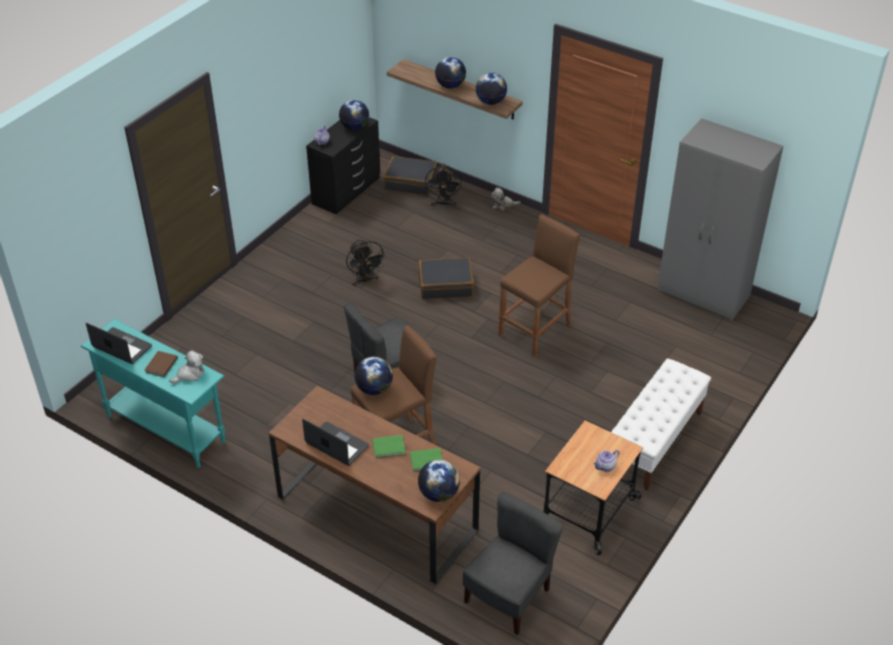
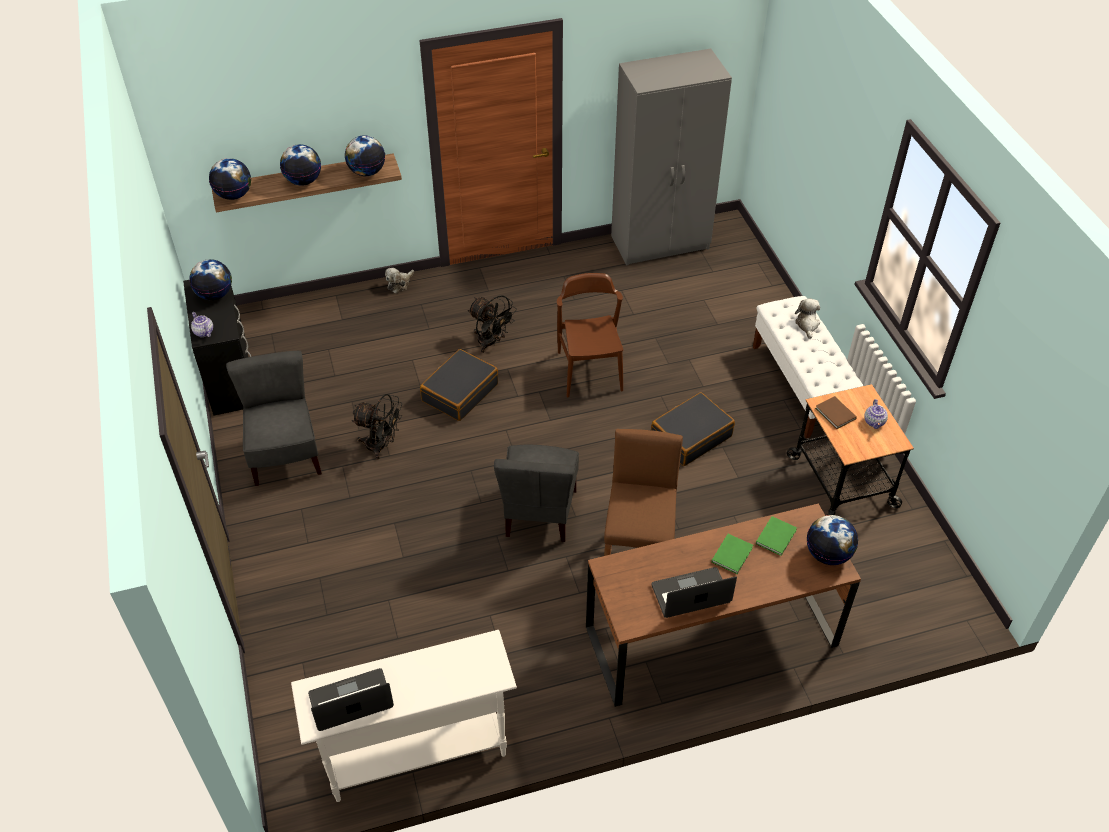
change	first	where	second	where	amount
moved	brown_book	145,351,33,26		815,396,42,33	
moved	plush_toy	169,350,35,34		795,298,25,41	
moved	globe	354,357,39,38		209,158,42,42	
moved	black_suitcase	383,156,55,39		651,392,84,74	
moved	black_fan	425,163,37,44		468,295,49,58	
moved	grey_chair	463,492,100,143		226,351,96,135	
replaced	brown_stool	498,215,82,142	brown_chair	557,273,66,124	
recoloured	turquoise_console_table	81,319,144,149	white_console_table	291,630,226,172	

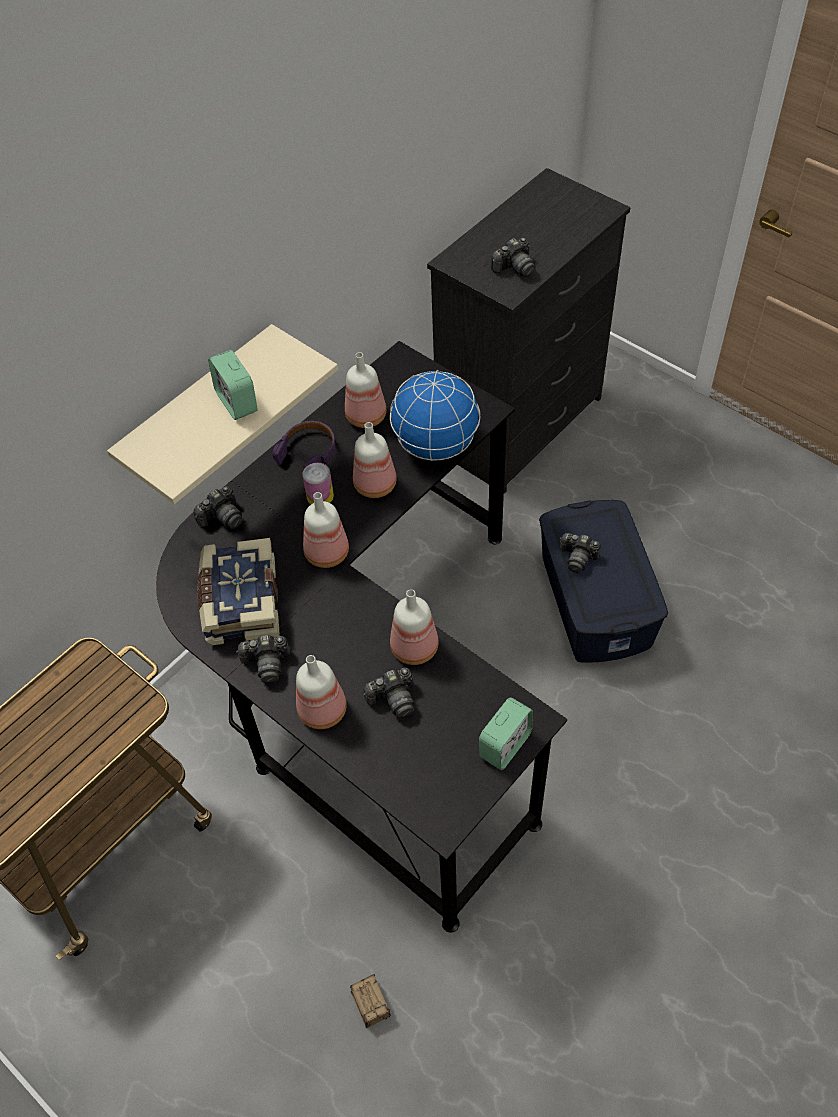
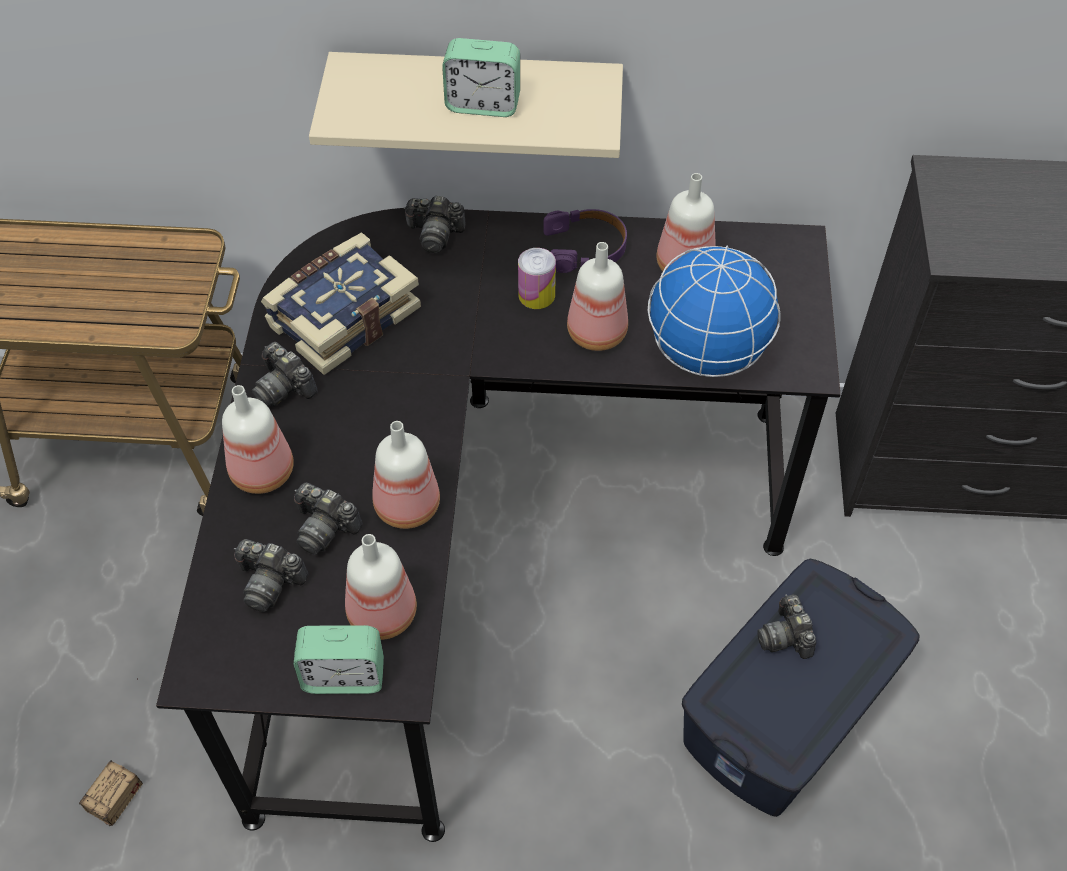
change	first	where	second	where	amount
moved	bottle	303,492,46,76		345,534,72,106	
moved	photo_camera	491,237,45,41		234,539,75,73	
turned	alarm_clock	208,350,49,70		442,38,78,79	105 degrees counterclockwise

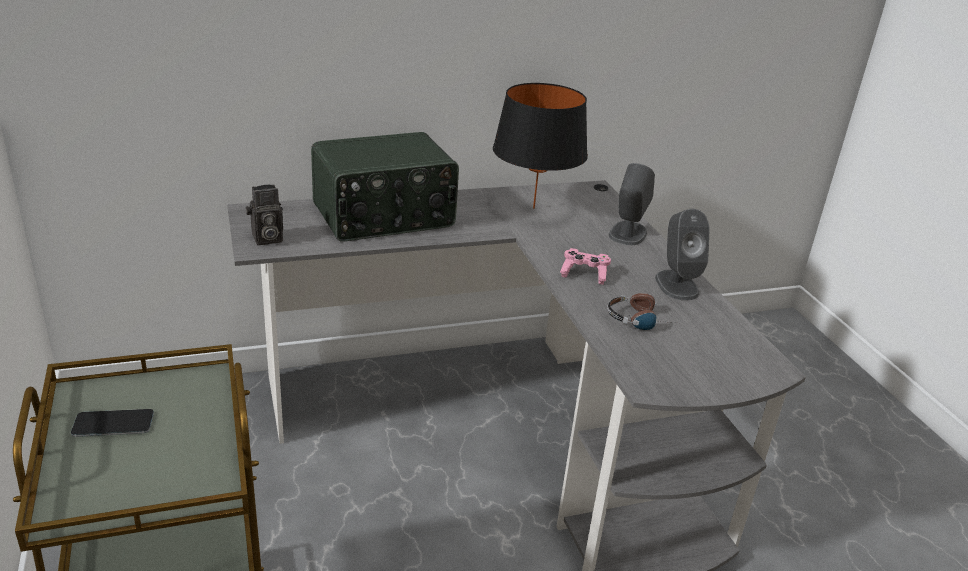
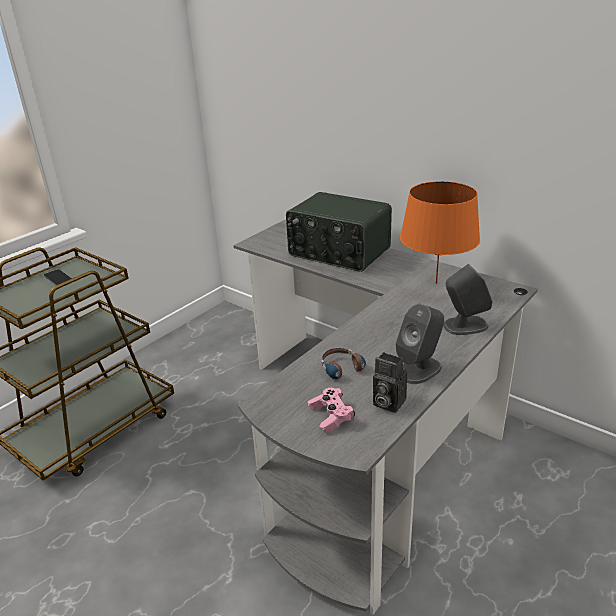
change	first	where	second	where	amount
moved	photo_camera	246,184,37,61		373,352,34,61	
moved	pink_game_controller	560,248,51,37		308,388,47,45	
recoloured	black_table_lamp	493,83,95,126	orange_table_lamp	400,181,80,103	

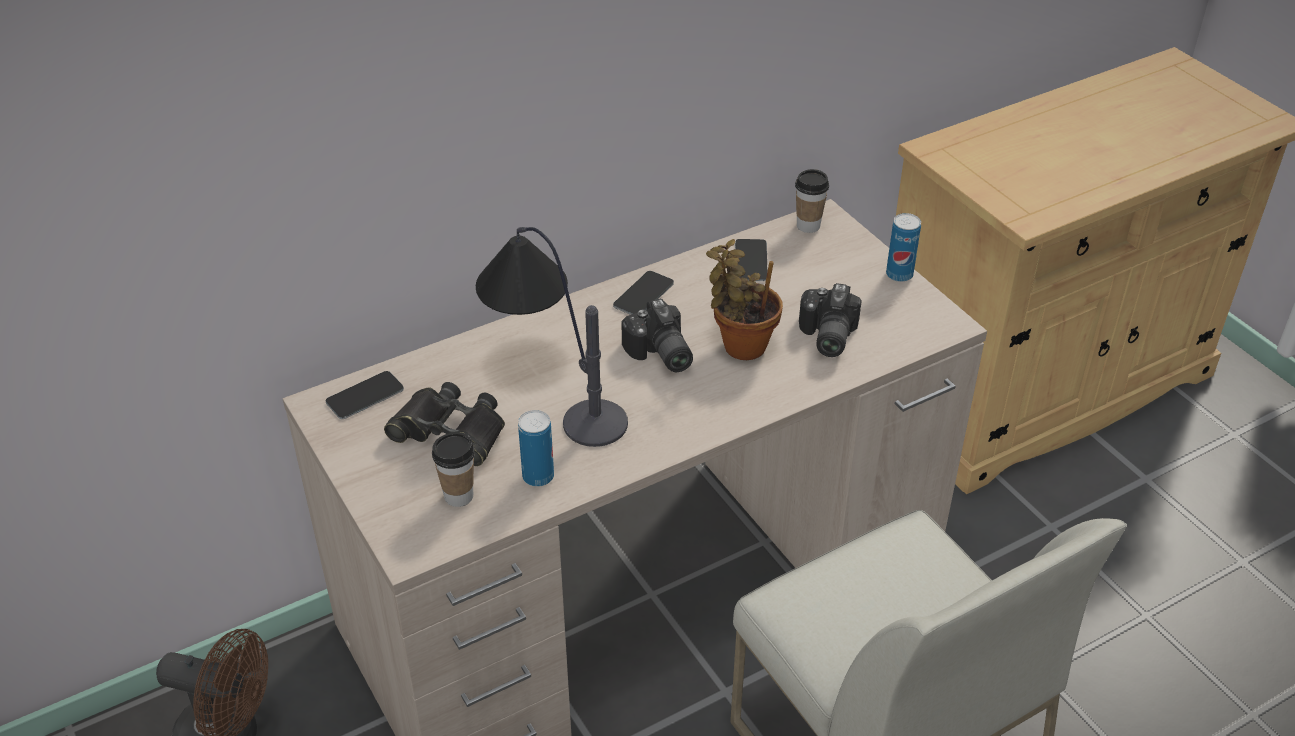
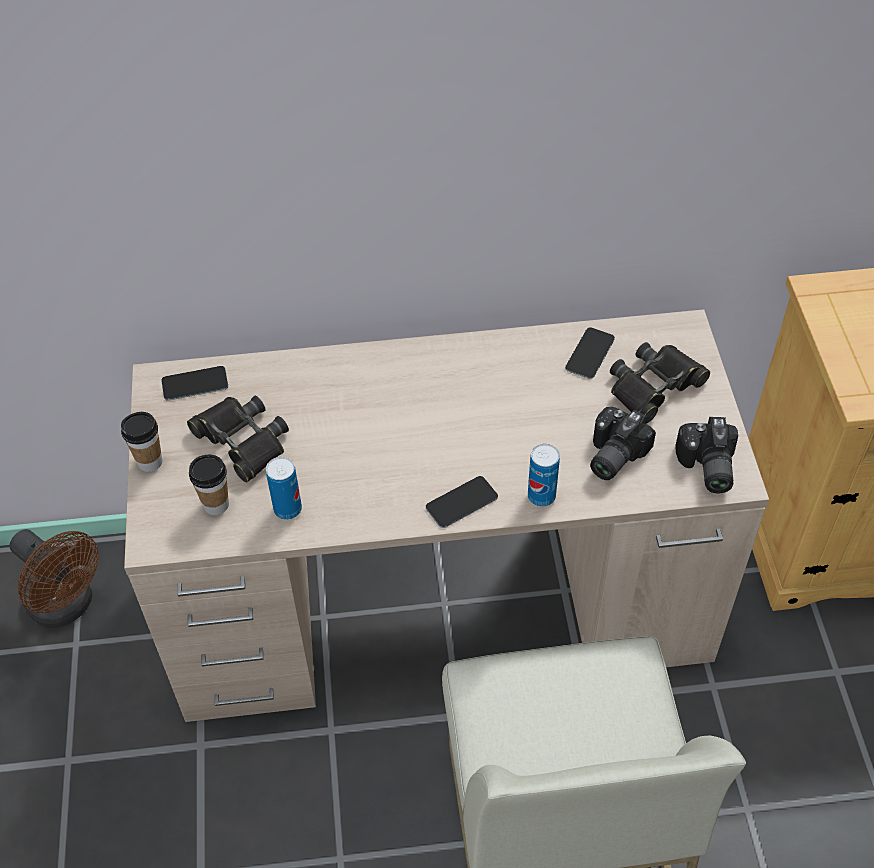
change	first	where	second	where	amount
removed	table_lamp	476,227,152,220			
removed	potted_plant	706,239,77,121			
added			black_binoculars	610,342,100,82	
moved	phone	613,271,61,44		426,476,72,52	
moved	photo_camera	622,298,71,74		675,417,63,76	
moved	cup	795,169,34,64		121,412,41,60	
moved	can	886,213,35,69		528,444,32,63	

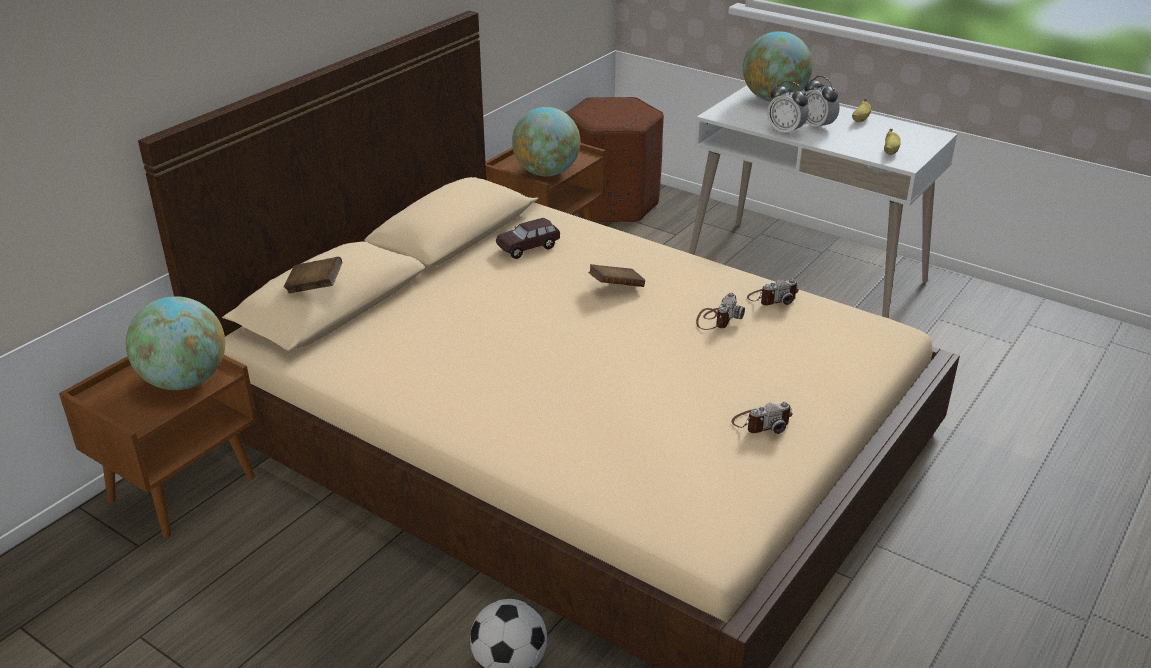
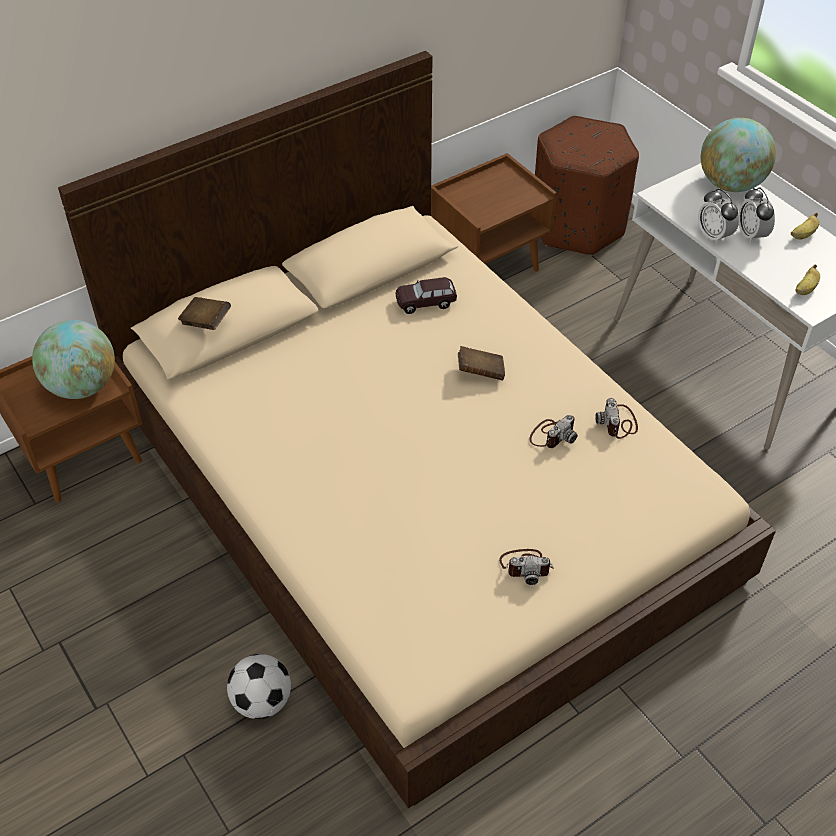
change	first	where	second	where	amount
removed	globe	512,107,68,69			
turned	photo_camera	747,279,52,26		595,398,43,41	90 degrees clockwise

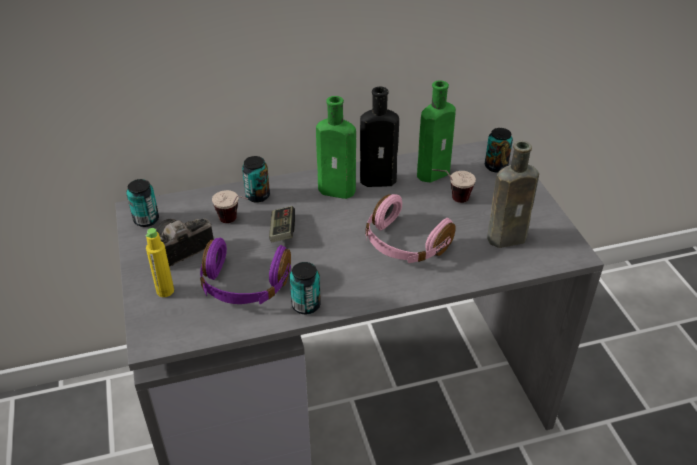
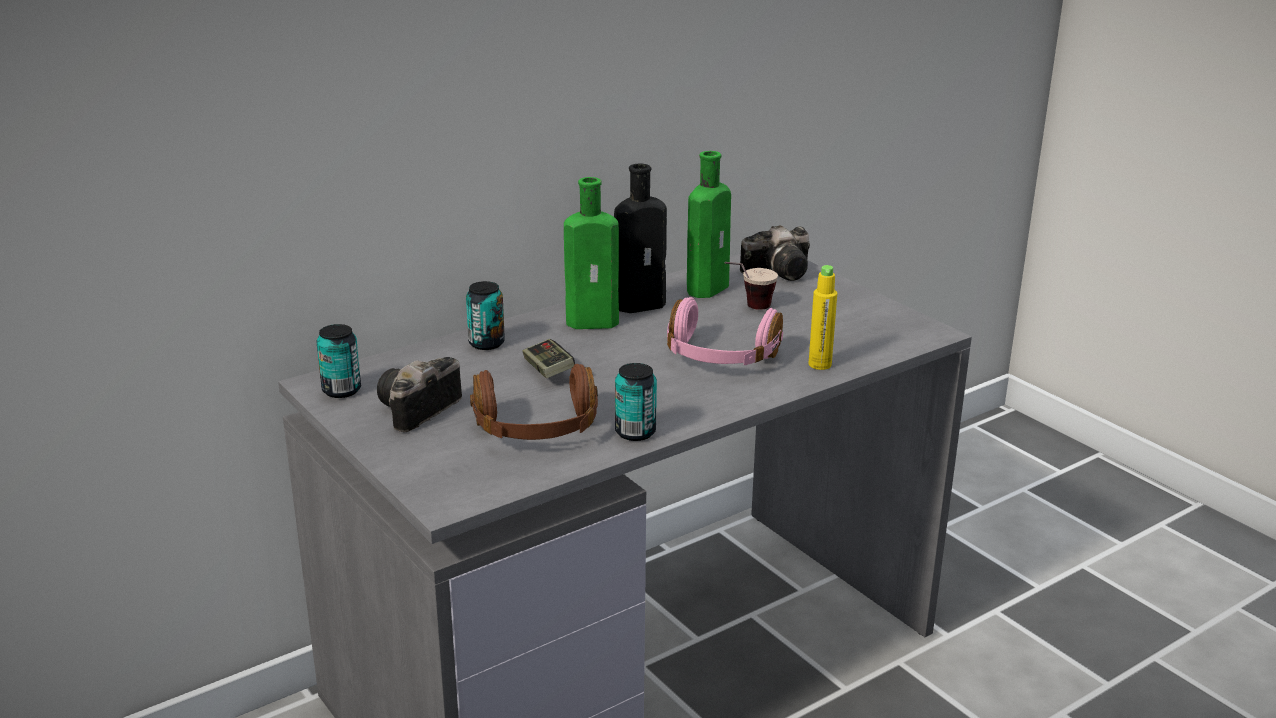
change	first	where	second	where	amount
removed	cup	212,190,37,33			
removed	brown_bottle	487,141,52,107			
moved	yellow_bottle	146,228,28,69		809,265,28,105	
replaced	can	485,128,28,45	photo_camera	740,225,70,56	
recoloured	purple_headphones	200,238,91,66	brown_headphones	470,364,128,76	

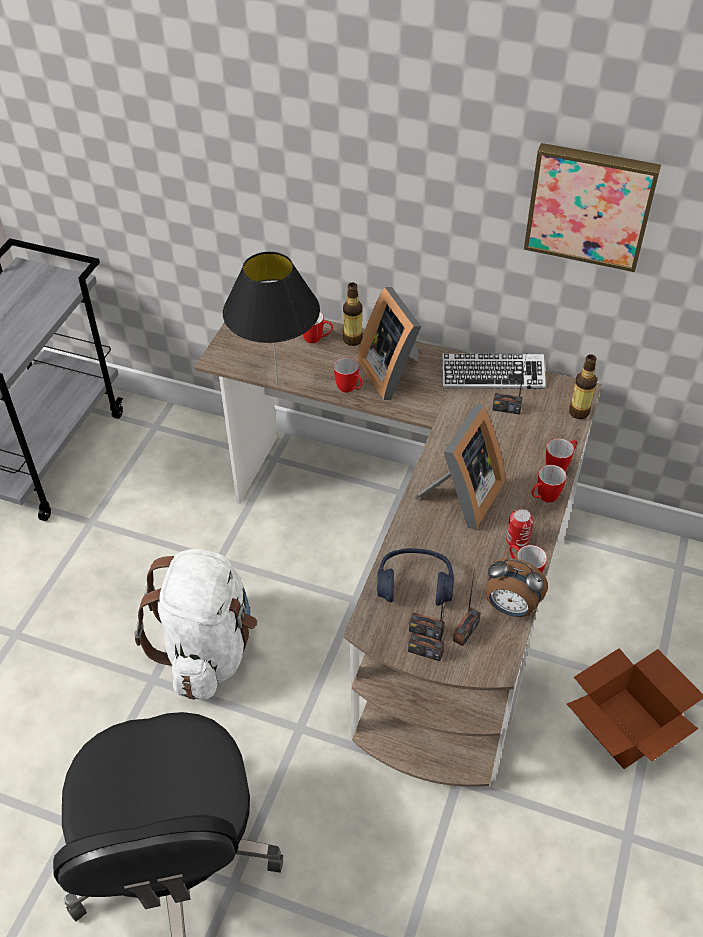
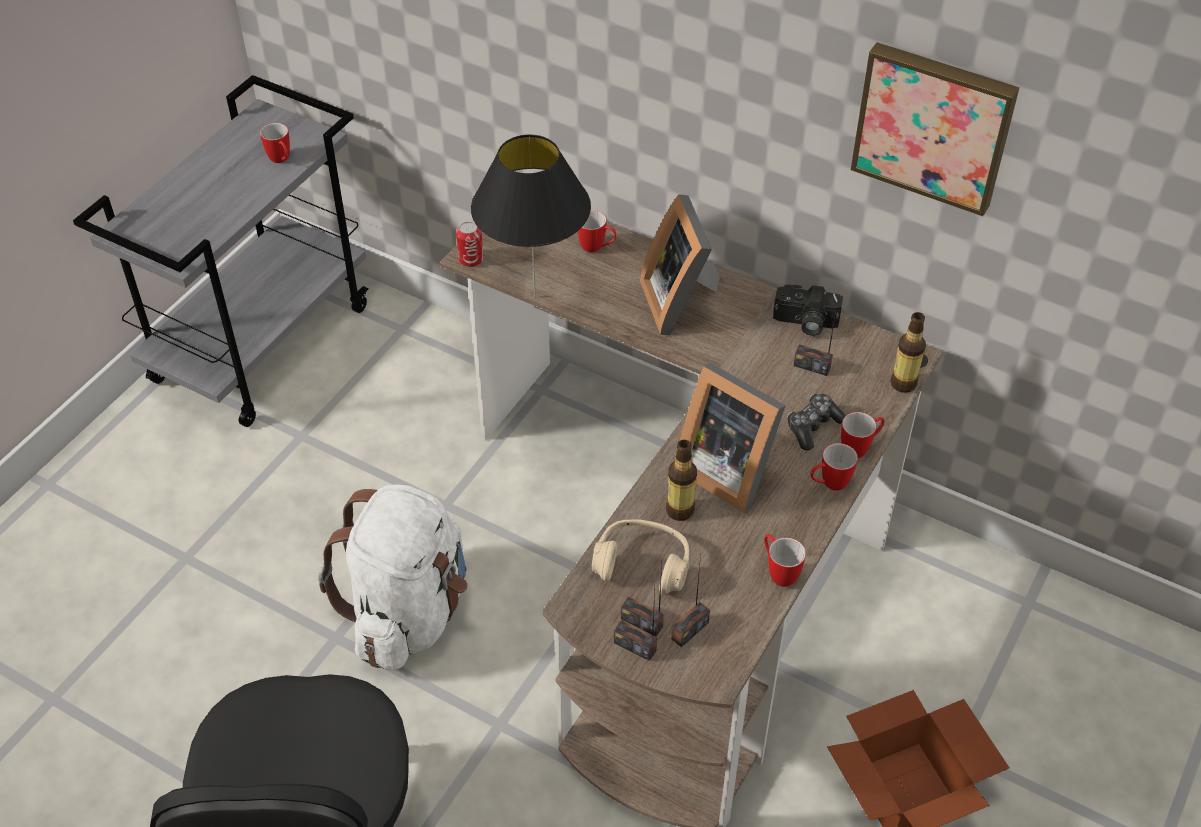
change	first	where	second	where	amount
removed	alarm_clock	486,558,62,59			
added			game_controller	787,394,59,56	
moved	mug	334,357,29,36		260,123,30,40	
moved	bottle	343,283,20,63		666,440,31,81	
moved	can	506,509,28,40		456,222,28,45	
replaced	keyboard	442,353,104,36	photo_camera	773,284,70,52	
recoloured	blue_headphones	377,548,77,58	beige_headphones	592,519,97,75	
turned	picture_frame	415,404,90,125		679,363,107,150	90 degrees clockwise

